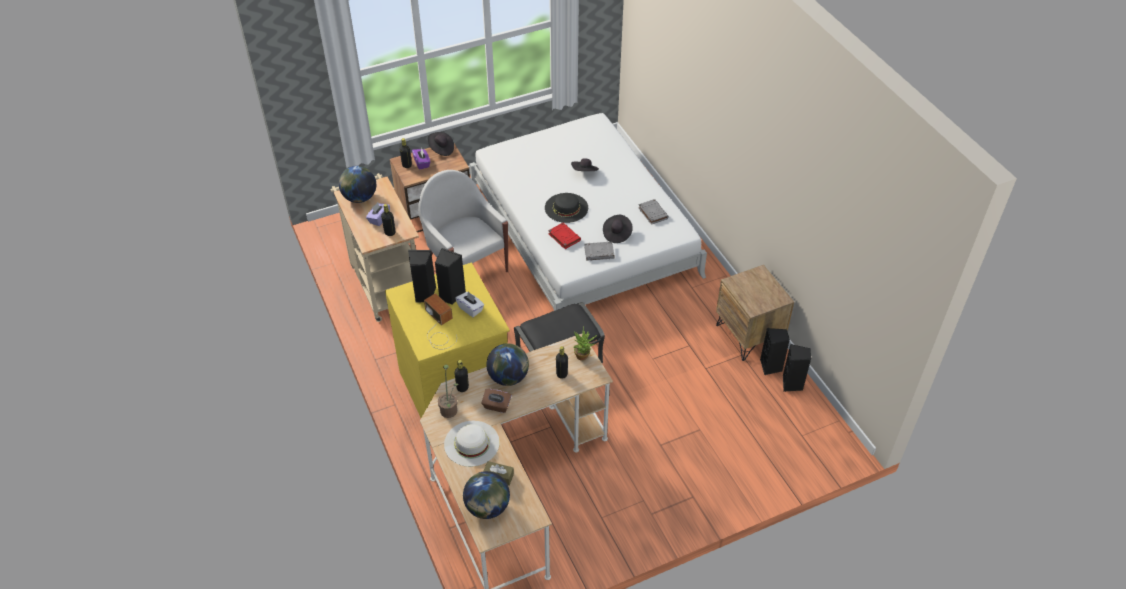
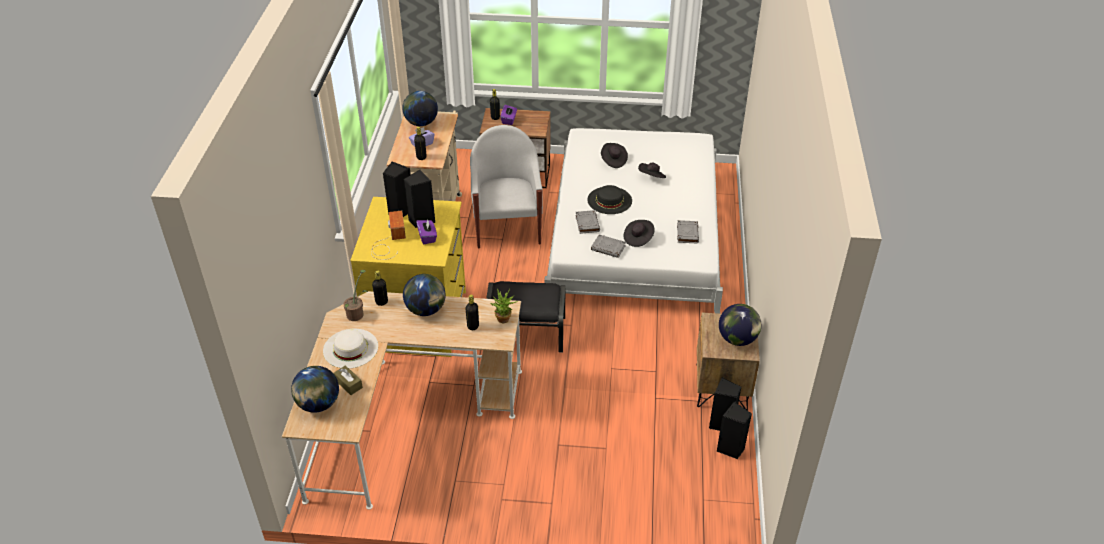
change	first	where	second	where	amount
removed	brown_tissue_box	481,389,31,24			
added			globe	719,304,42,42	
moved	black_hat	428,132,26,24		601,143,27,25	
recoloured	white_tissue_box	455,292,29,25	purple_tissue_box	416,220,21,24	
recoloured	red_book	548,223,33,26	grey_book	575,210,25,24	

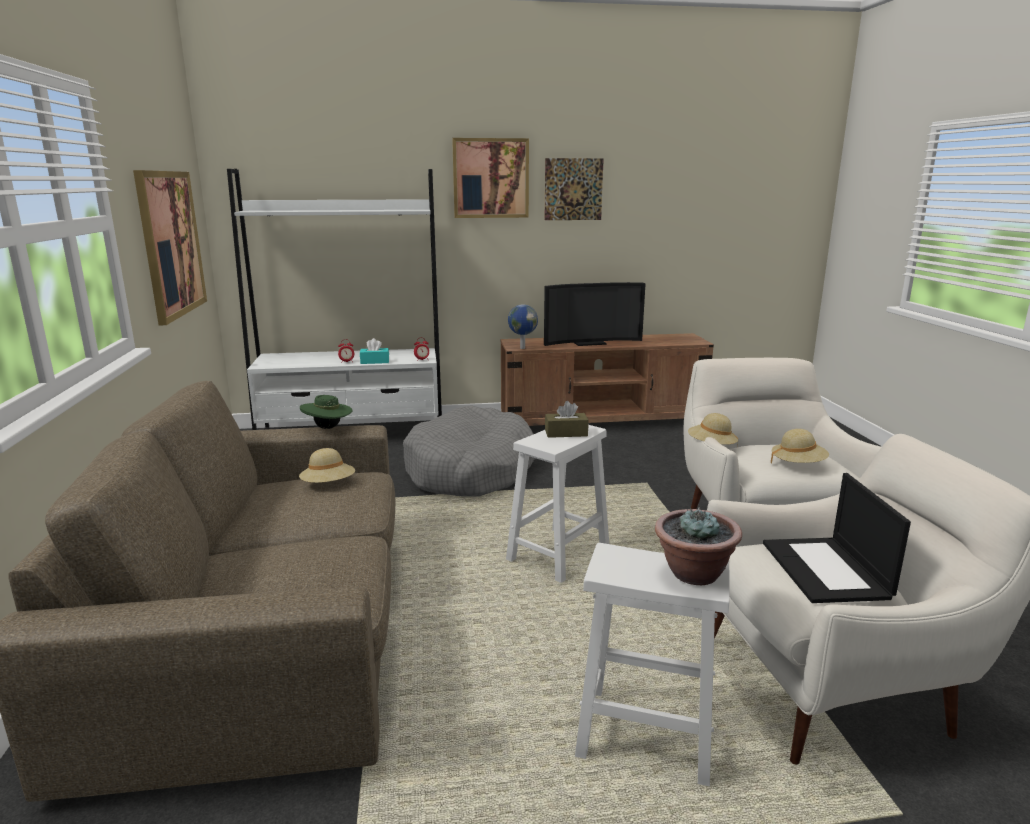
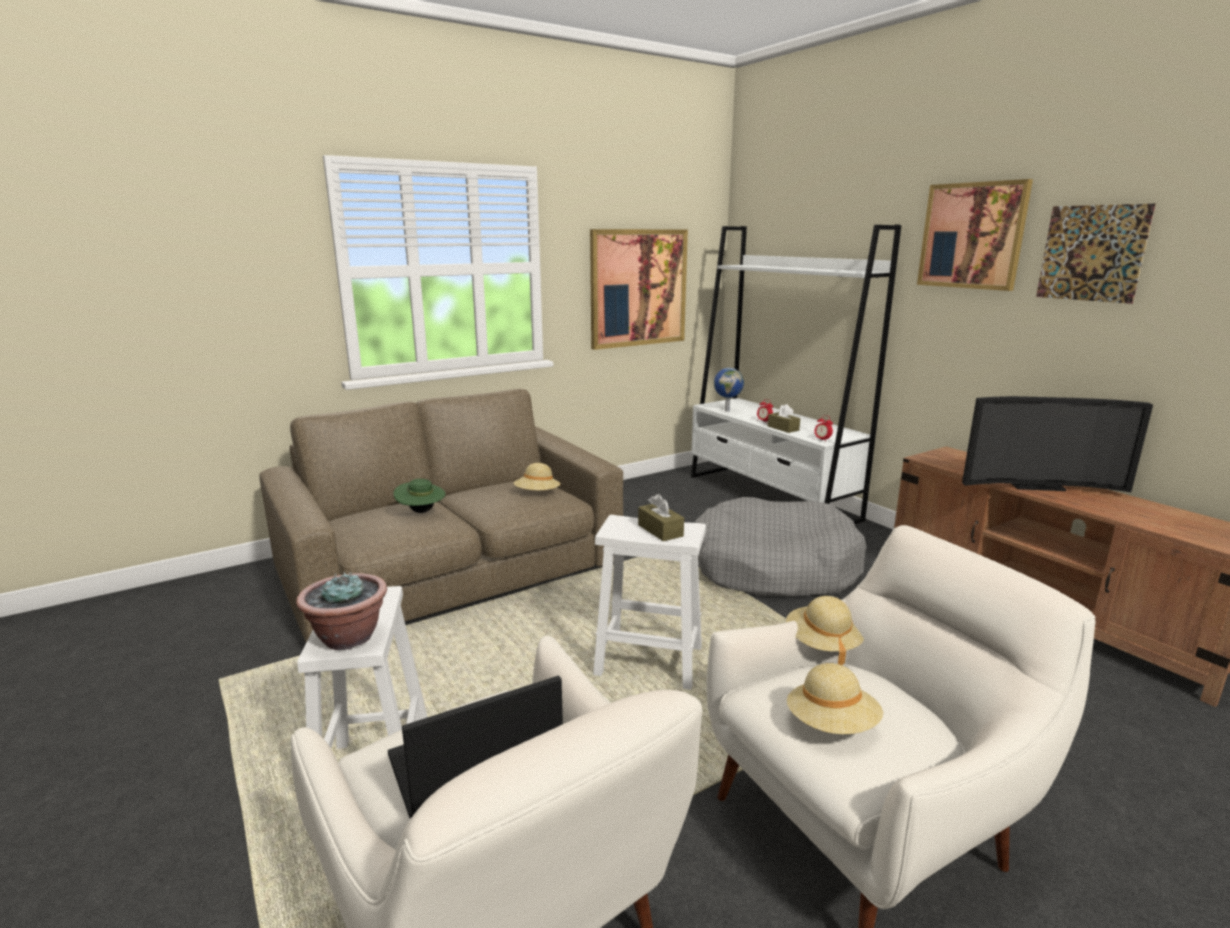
change	first	where	second	where	amount
moved	green_hat	300,395,53,34		394,479,51,34	
moved	globe	508,304,30,45		714,368,30,44	
recoloured	turquoise_tissue_box	360,338,29,26	brown_tissue_box	767,404,33,29	
turned	television	544,282,102,64		962,396,191,96	45 degrees counterclockwise

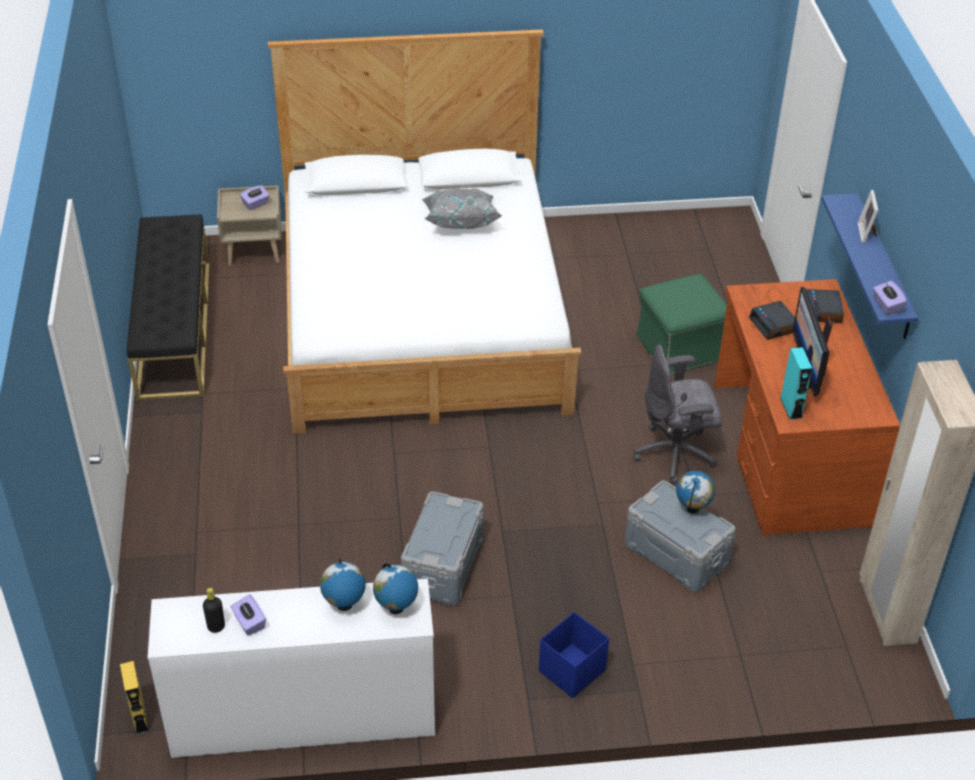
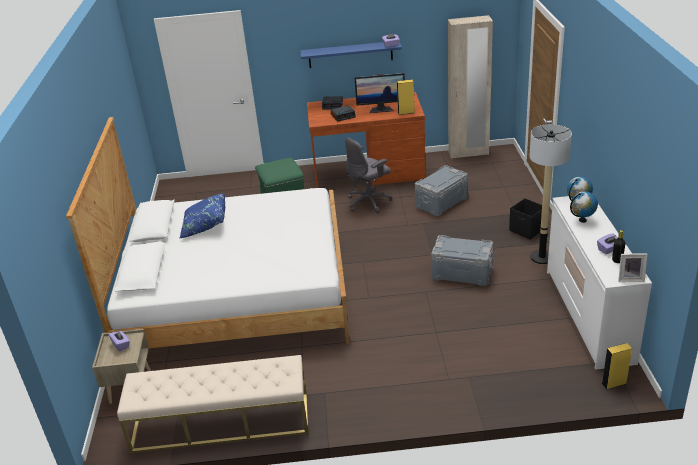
change	first	where	second	where	amount
removed	globe	676,471,39,43			
added			floor_lamp	529,124,43,140	
moved	picture_frame	858,190,20,53		618,253,30,29	
recoloured	black_bench	127,214,82,186	beige_bench	117,355,191,98	
recoloured	grey_pillow	422,189,81,40	blue_pillow	179,194,46,45	
recoloured	blue_storage_box	539,612,70,86	black_storage_box	509,198,33,41	
recoloured	turquoise_speaker	780,347,33,73	yellow_speaker	397,79,18,36	
turned	grey_office_chair	634,345,88,140		345,138,47,75	60 degrees clockwise

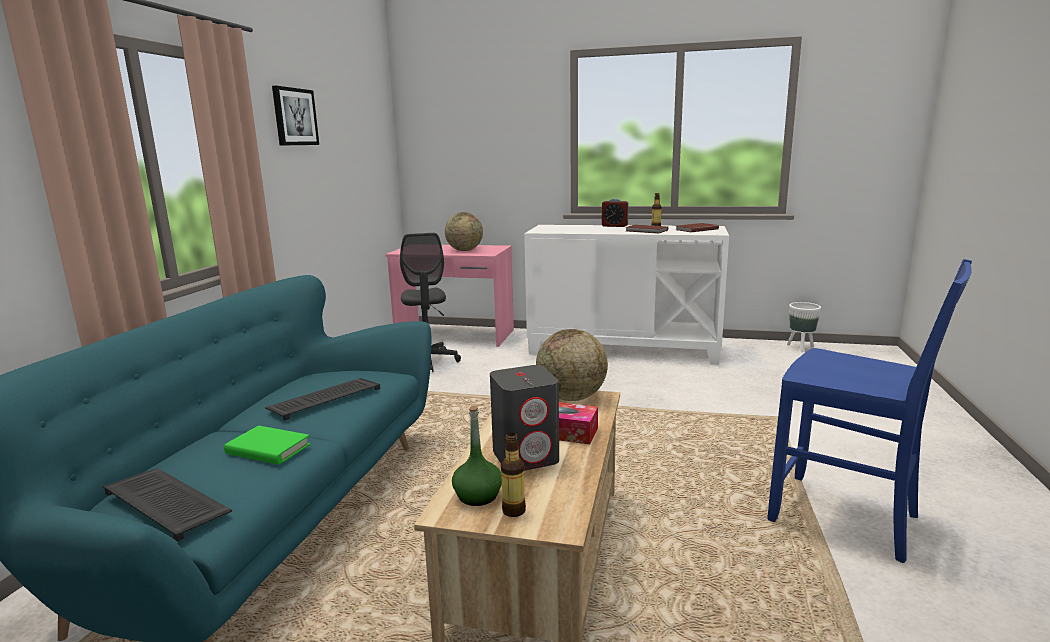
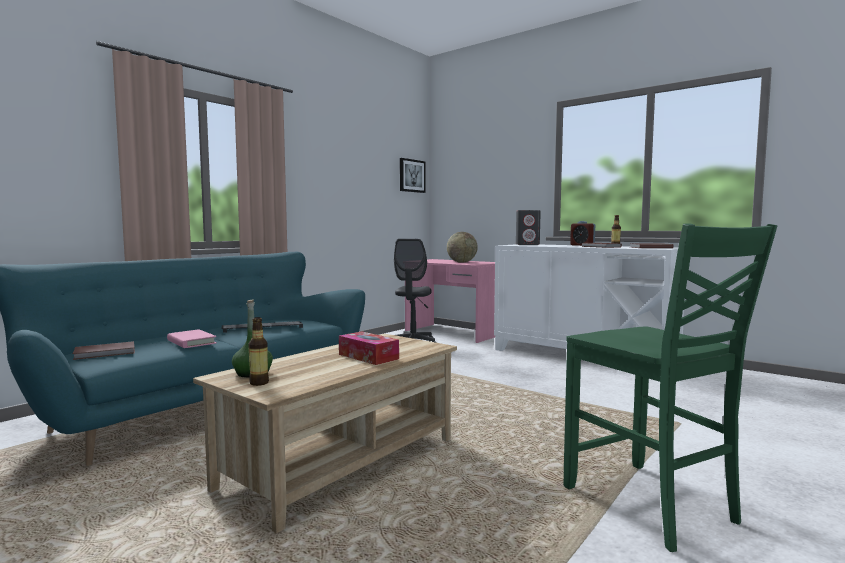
change	first	where	second	where	amount
removed	globe	536,329,72,72			
removed	white_planter	787,302,34,50			
moved	picture	272,86,47,60		400,158,26,35	
moved	grey_speaker	490,365,69,106		516,210,25,35	
replaced	keyboard	103,468,129,74	brown_book	73,341,62,19	
recoloured	green_book	224,426,87,39	pink_book	167,329,50,19	
recoloured	blue_chair	767,259,205,304	green_chair	563,223,214,329	

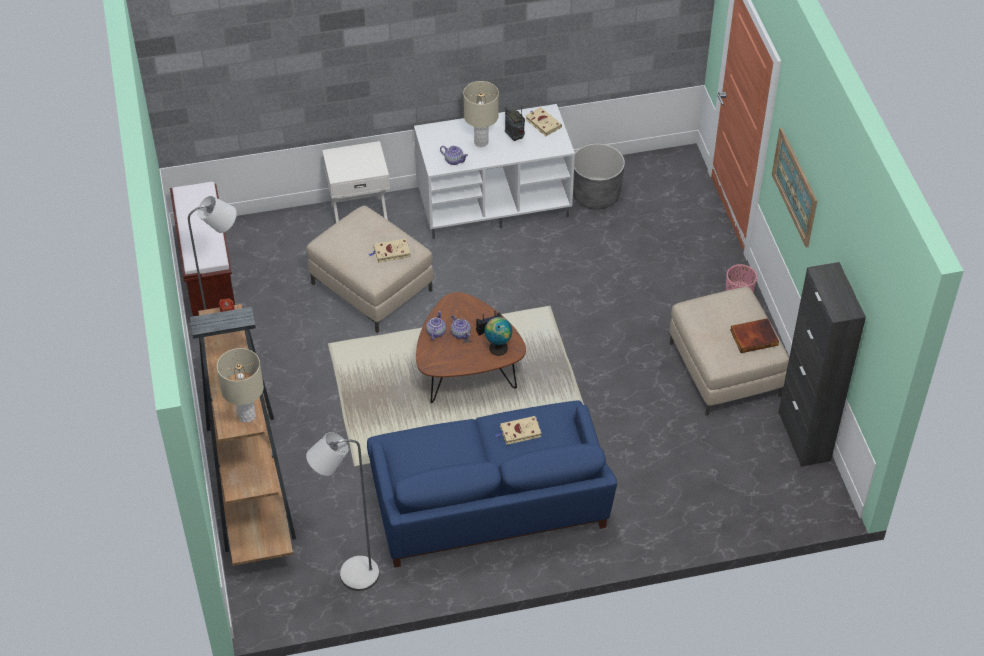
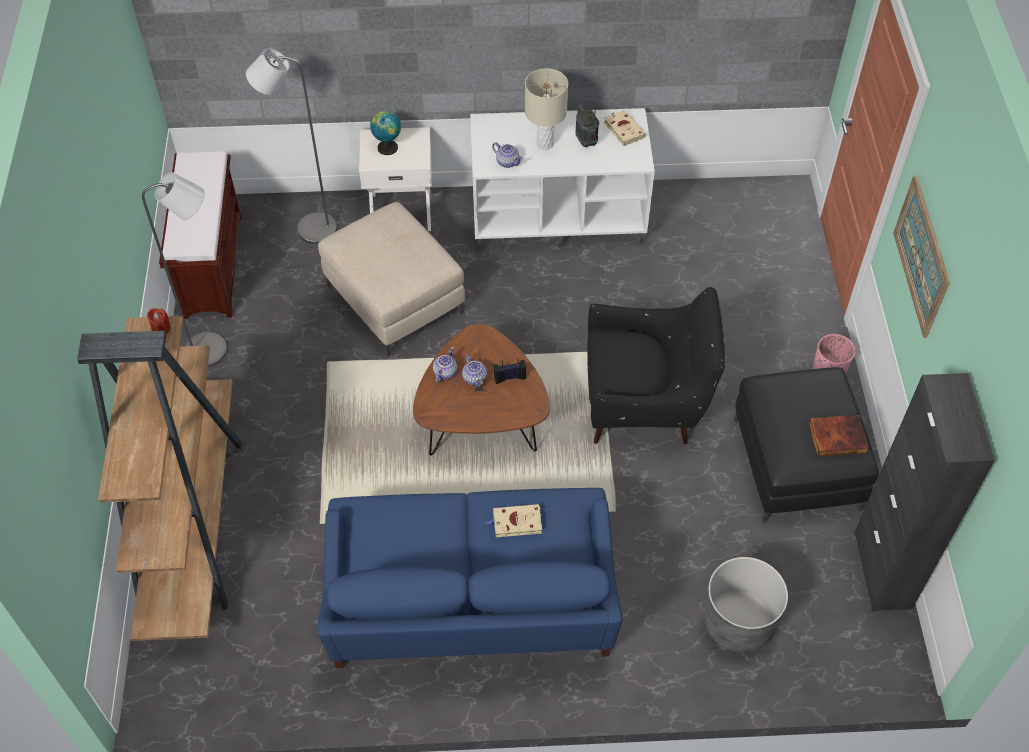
change	first	where	second	where	amount
removed	beige_table_lamp	217,348,47,75			
removed	beige_book	369,239,42,24			
added			black_armchair	587,287,138,157	
moved	grey_floor_lamp	306,432,73,159		246,48,91,196	
moved	globe	484,317,29,39		370,111,31,44	
moved	grey_planter	573,143,52,67		704,557,84,95	
recoloured	beige_ottoman	670,287,119,129	black_ottoman	734,367,145,156	

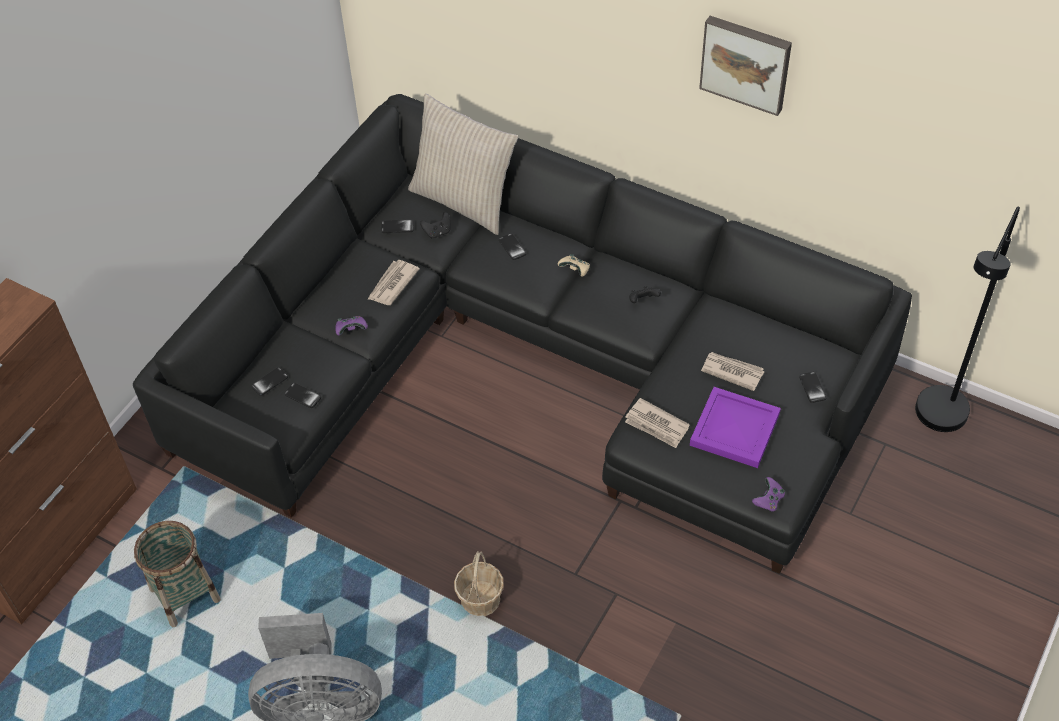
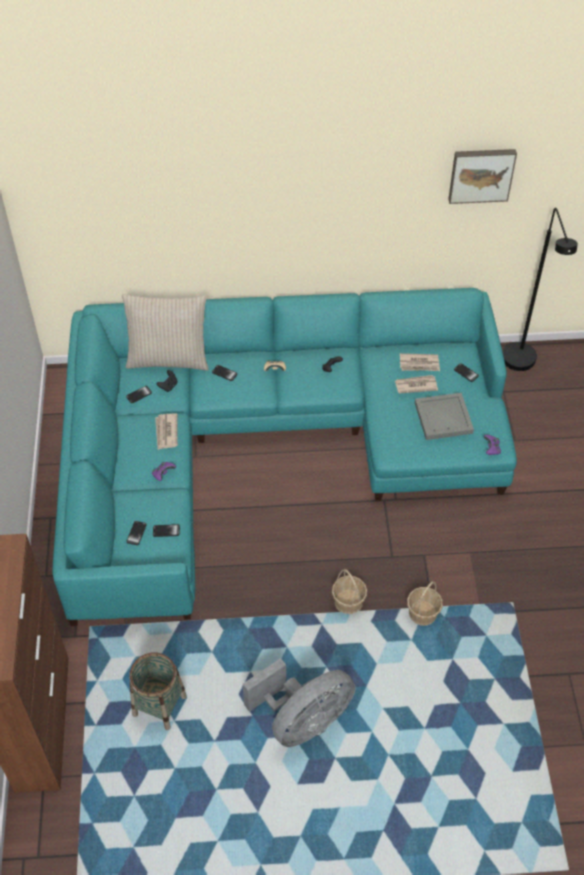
change	first	where	second	where	amount
added			basket	407,581,36,45	
moved	newspaper	625,398,65,50		400,353,40,18	
moved	picture	699,16,93,100		448,149,69,55	
recoloured	black_sofa	133,94,779,480	turquoise_sofa	52,288,465,338	
recoloured	purple_tray	690,387,91,81	grey_tray	415,393,59,47	

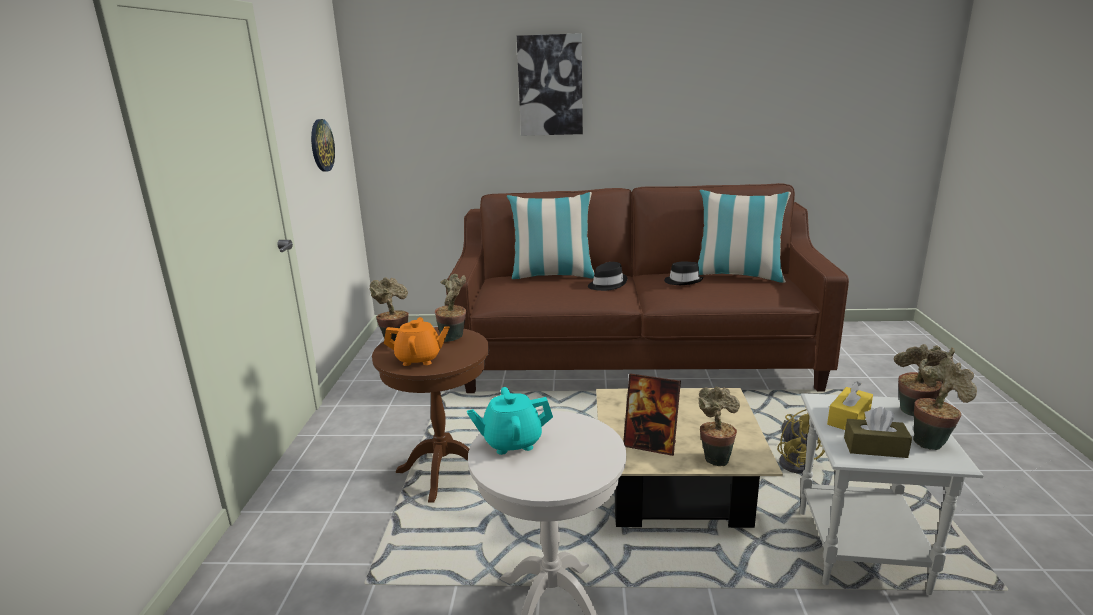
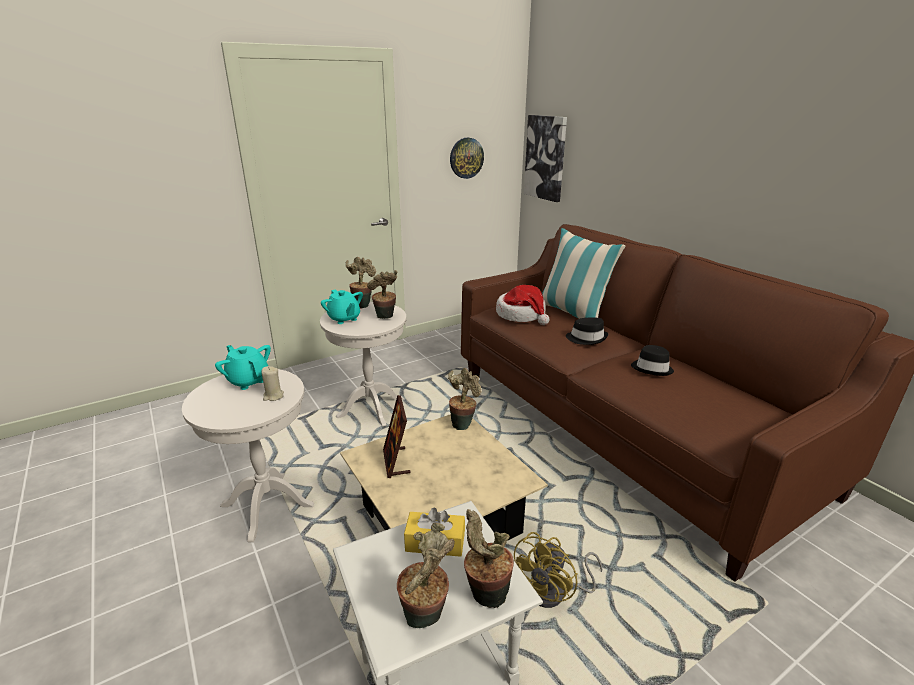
change	first	where	second	where	amount
removed	pillow	698,190,93,93			
removed	brown_tissue_box	844,407,68,51			
added			beige_candle	262,366,22,35	
added			hat	496,285,54,40	
moved	picture	517,33,66,103		524,115,43,87	
moved	potted_plant	699,387,41,79		448,368,33,62	
recoloured	brown_side_table	372,327,117,176	white_side_table	320,302,86,124	
recoloured	orange_teapot	384,317,65,49	turquoise_teapot	321,289,42,35	

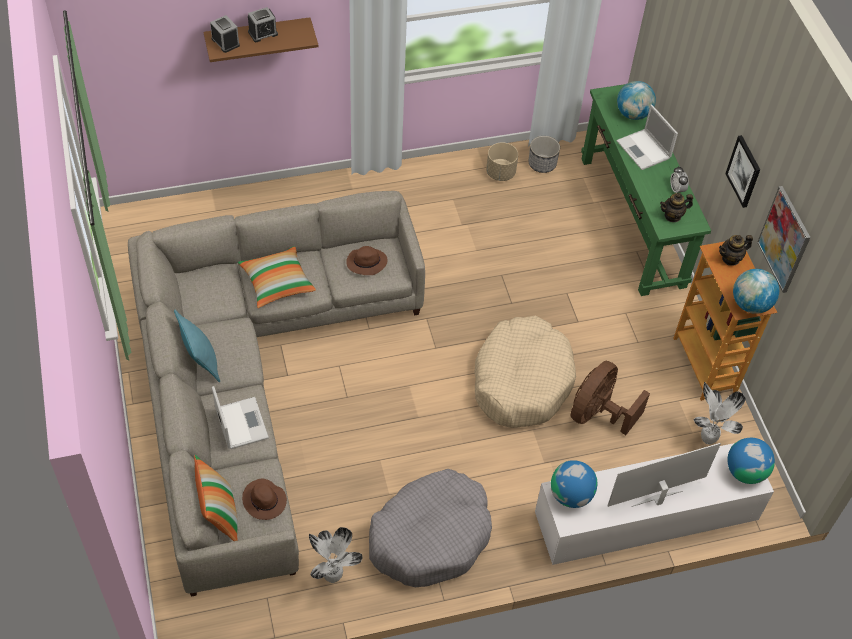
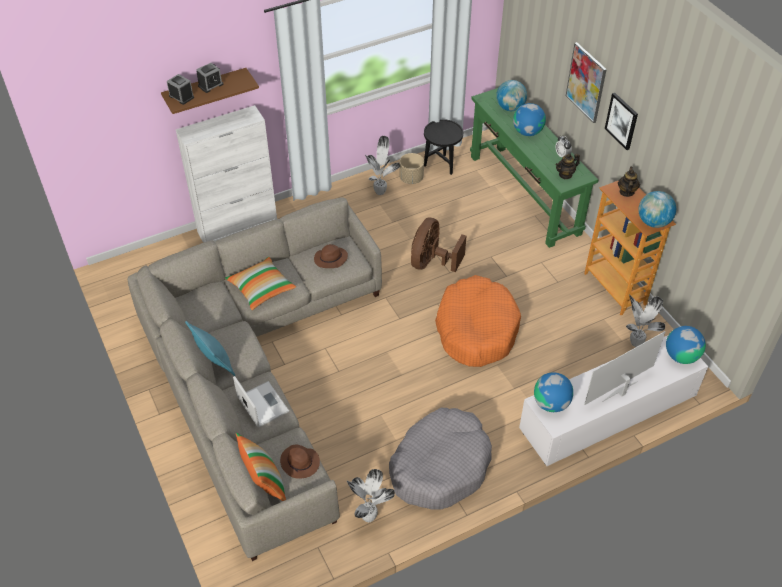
change	first	where	second	where	amount
added			white_cabinet	176,105,101,138	
added			potted_plant	365,136,35,59	
moved	brown_fan	571,361,79,74		411,217,55,55	
moved	picture	757,186,54,107		566,42,41,81	
replaced	planter	528,136,32,37	black_side_table	424,119,39,56	
replaced	laptop	617,105,61,65	globe	513,103,33,33	
recoloured	beige_dog_bed	474,316,102,112	orange_dog_bed	435,275,86,92	
turned	teapot	719,235,34,31		618,167,22,30	135 degrees clockwise

